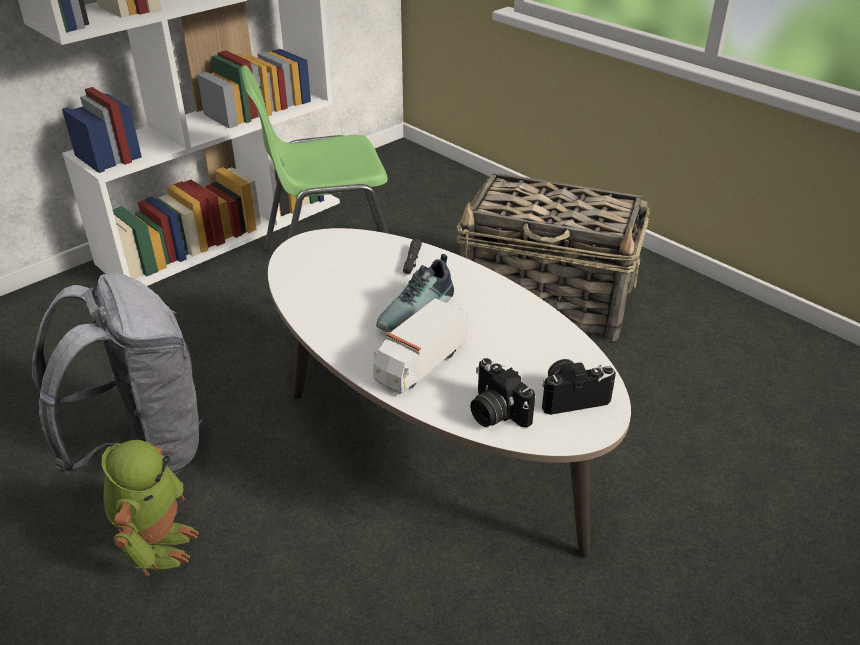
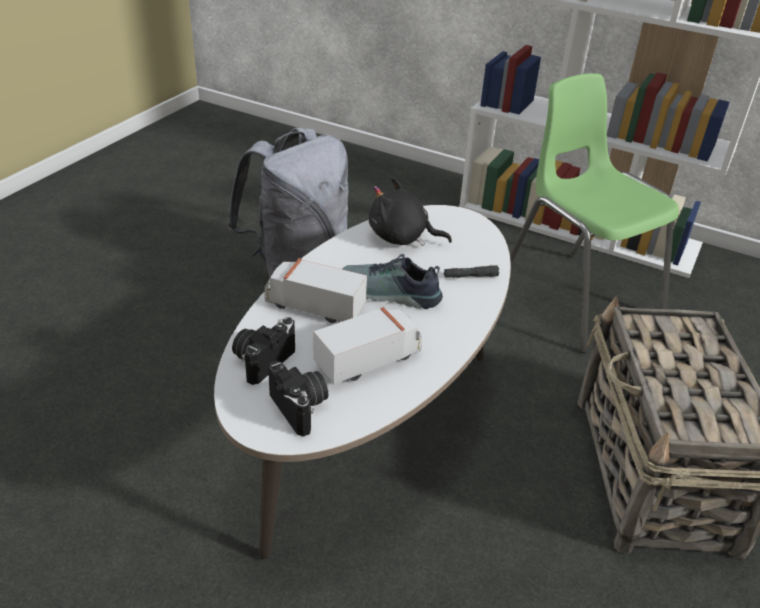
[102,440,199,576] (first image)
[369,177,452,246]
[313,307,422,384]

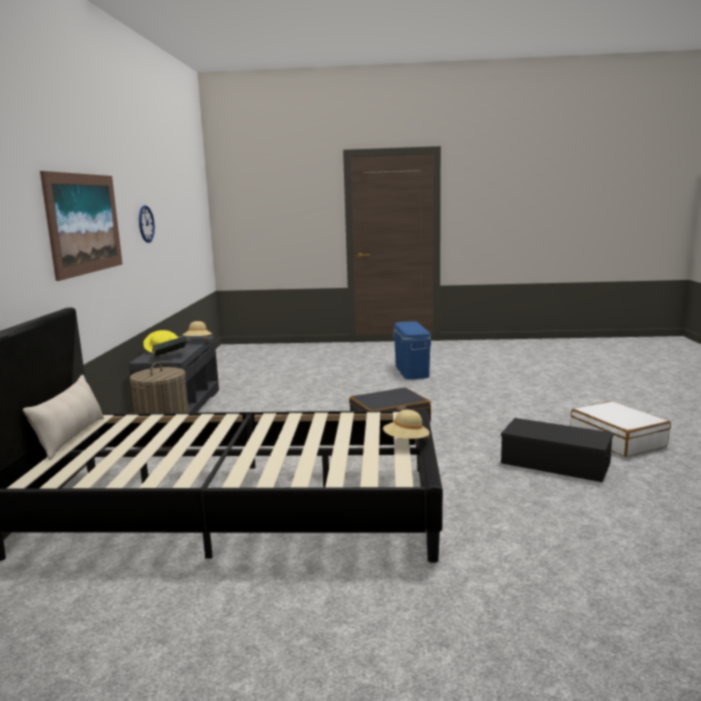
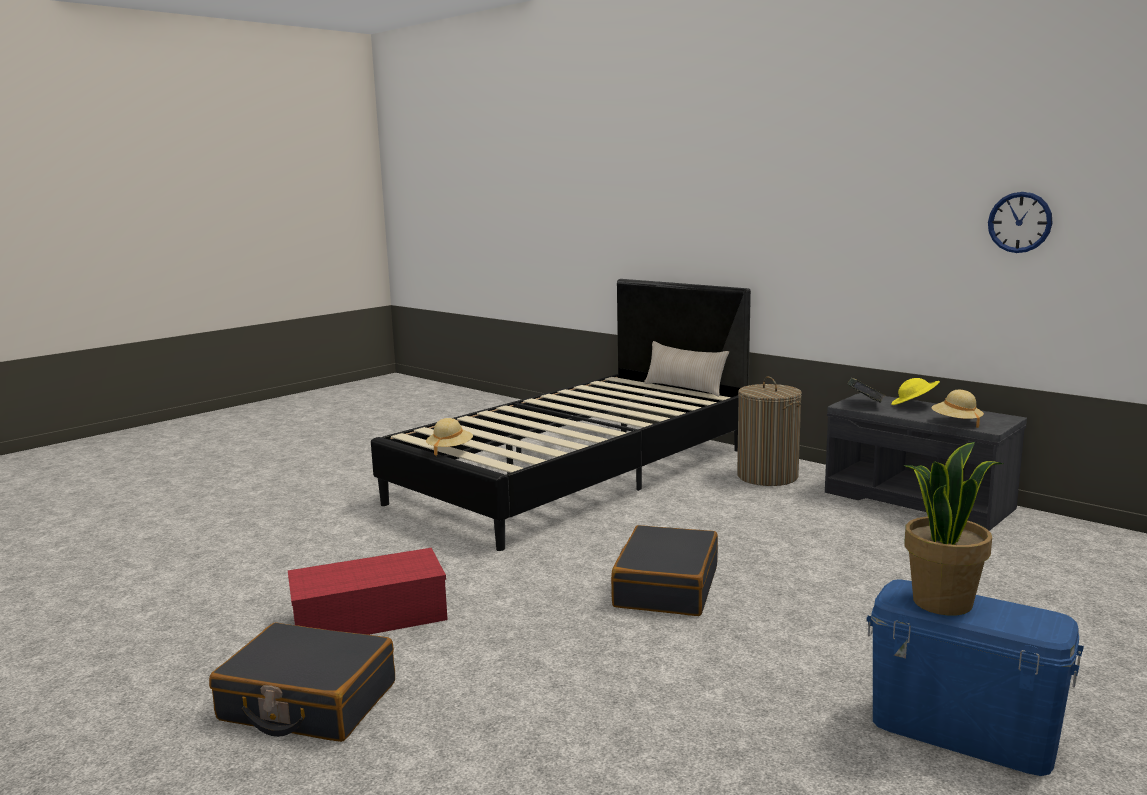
[40,171,122,281] (first image)
[209,622,395,742]
[288,548,448,635]
[904,442,1003,616]

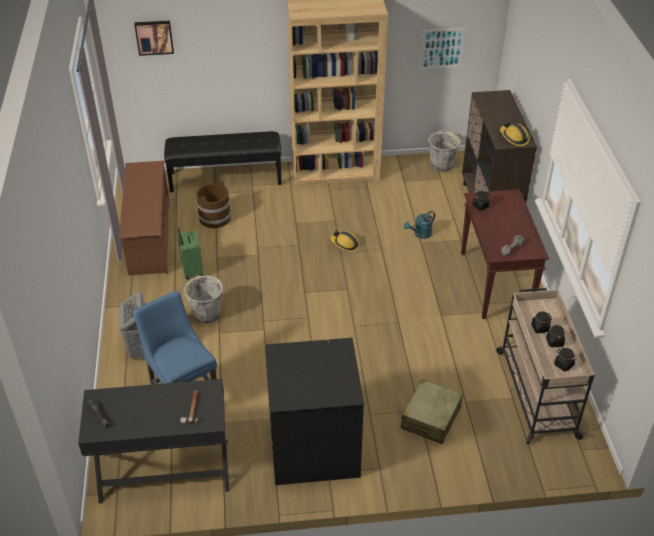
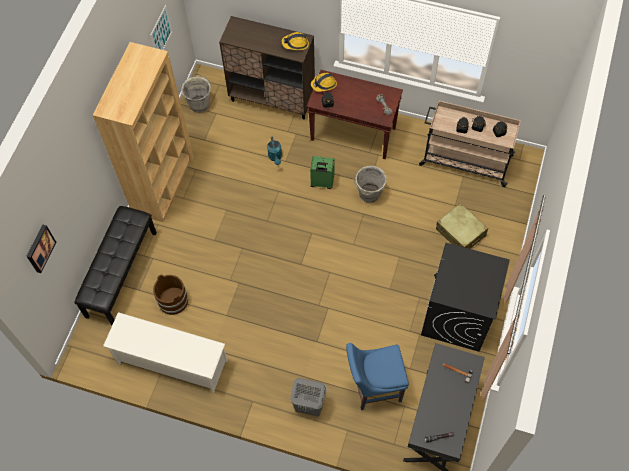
[103,312,228,393]
[310,156,335,189]
[311,73,337,92]
[353,166,386,203]

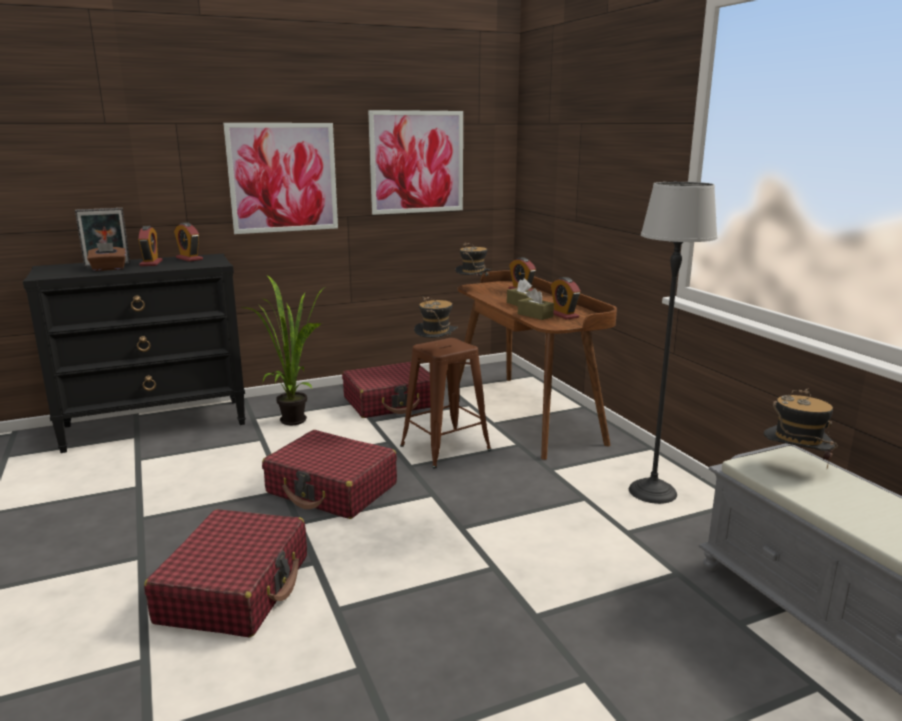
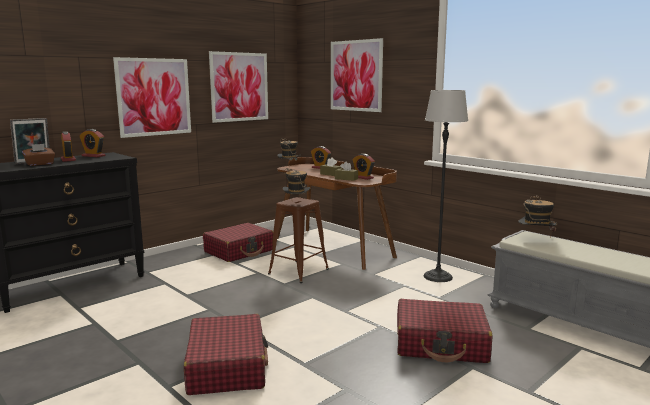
[246,276,325,425] (first image)
[397,299,493,363]
[331,38,383,112]

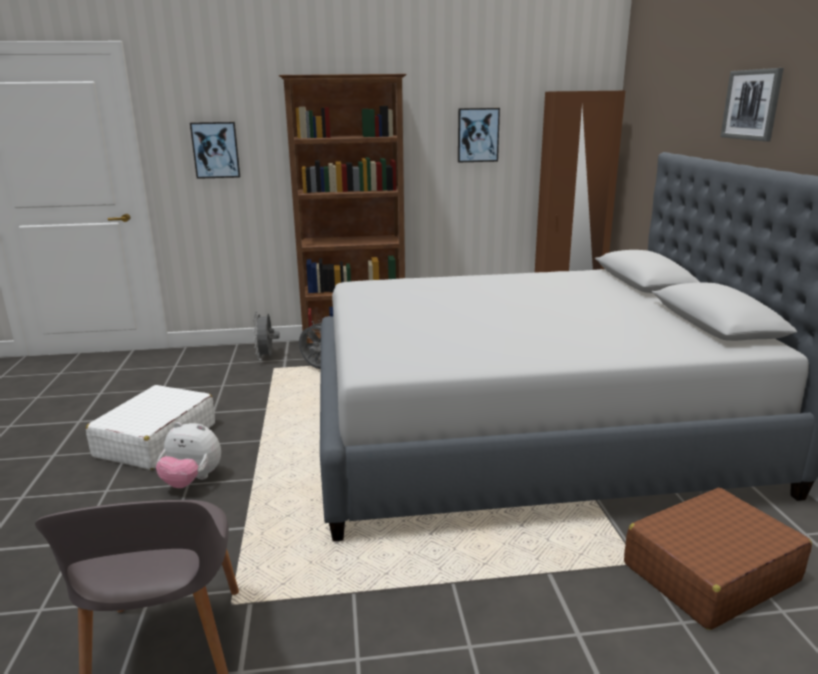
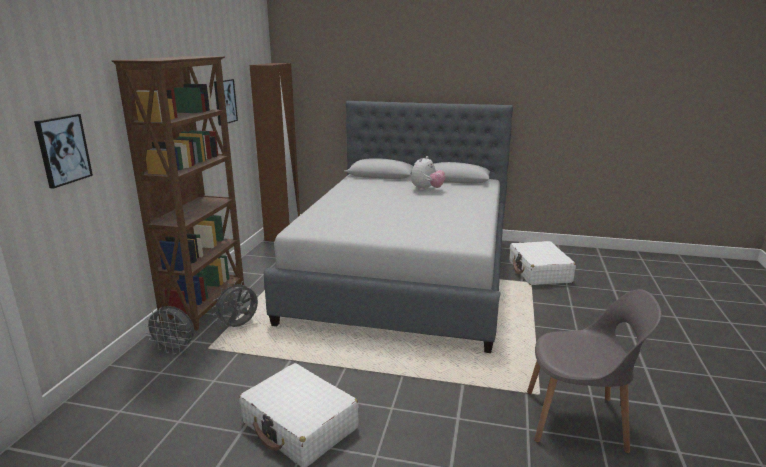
[720,68,784,141] (first image)
[411,156,446,191]
[510,241,576,285]

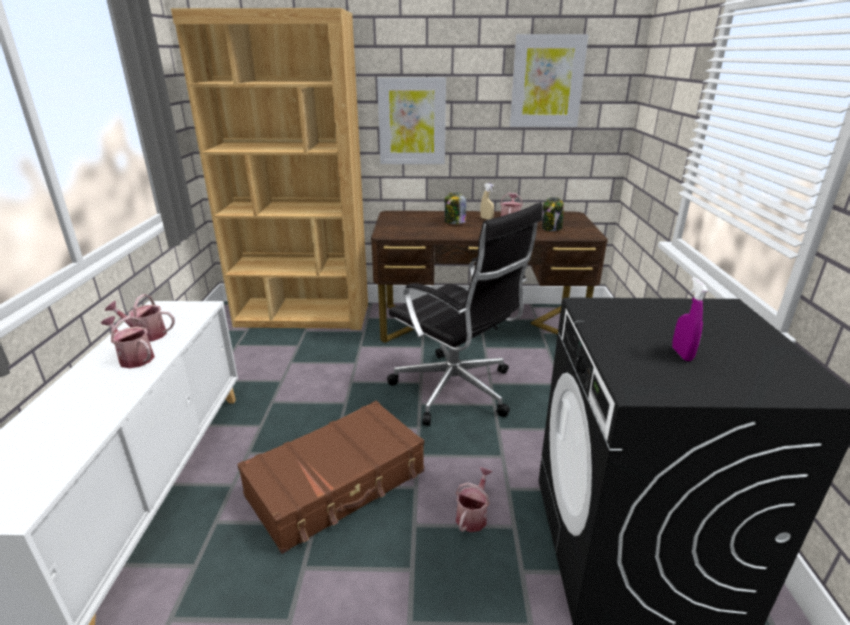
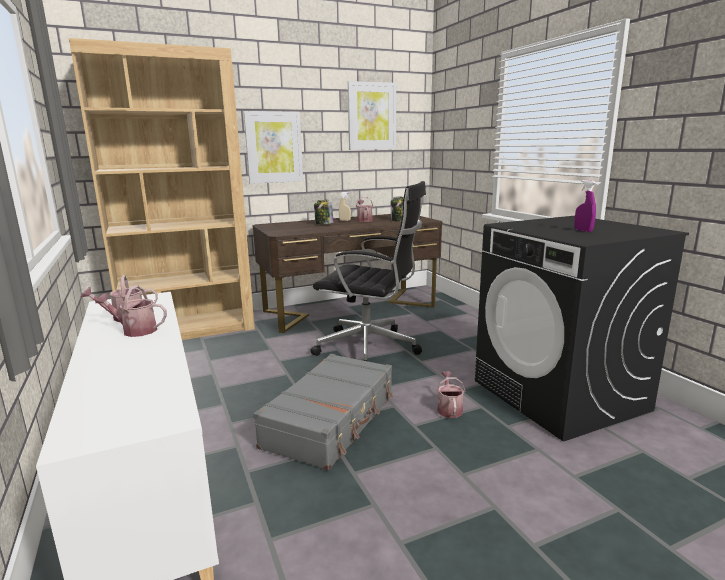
[254,354,393,470]

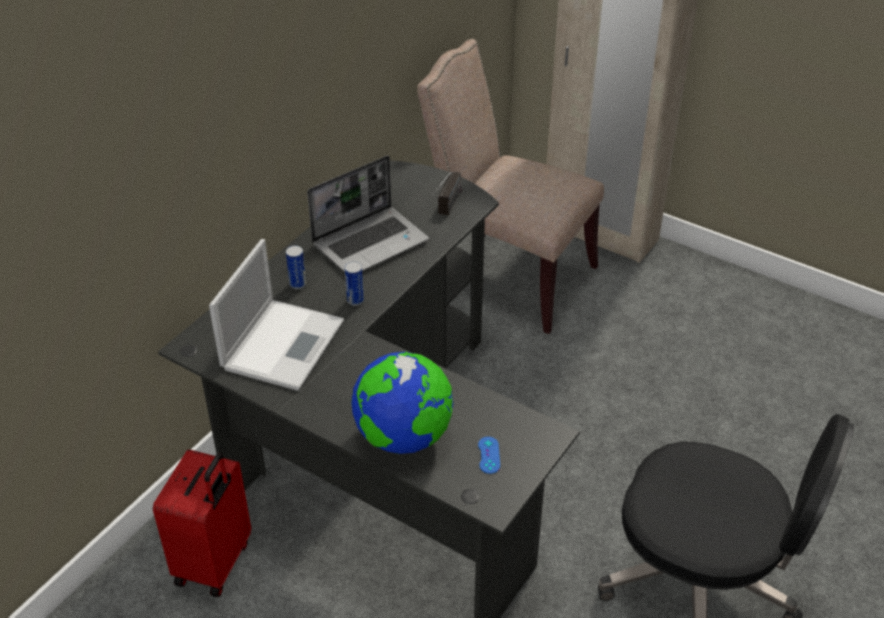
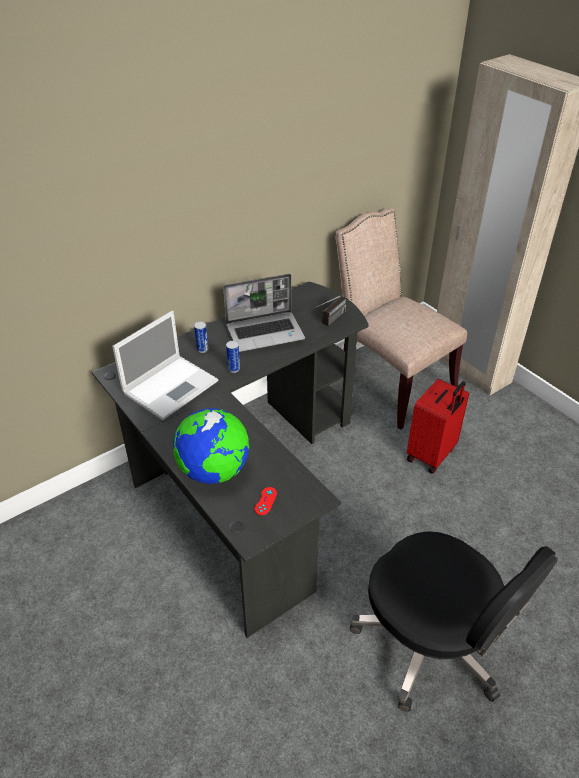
[254,487,277,515]
[407,379,469,474]

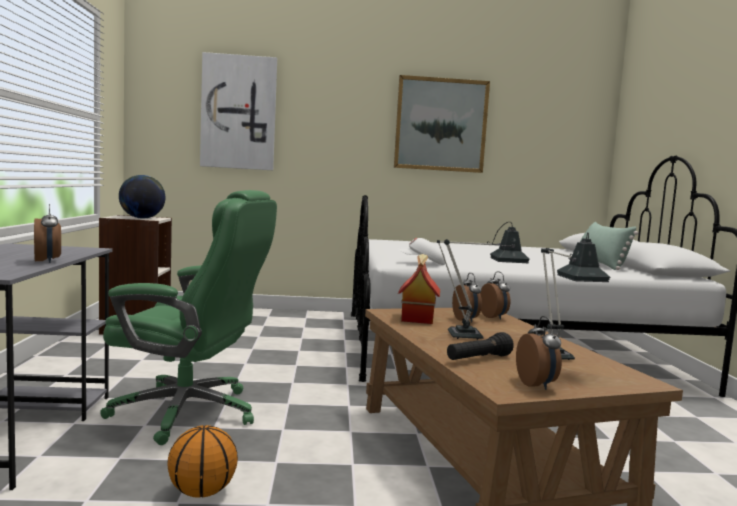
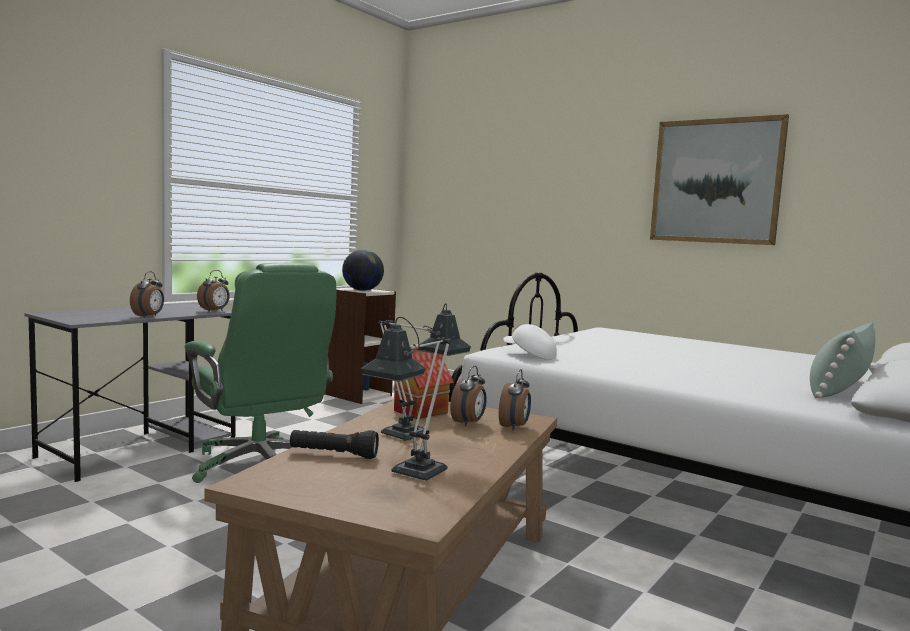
[200,52,277,170] (first image)
[197,270,230,311]
[167,425,238,498] (first image)

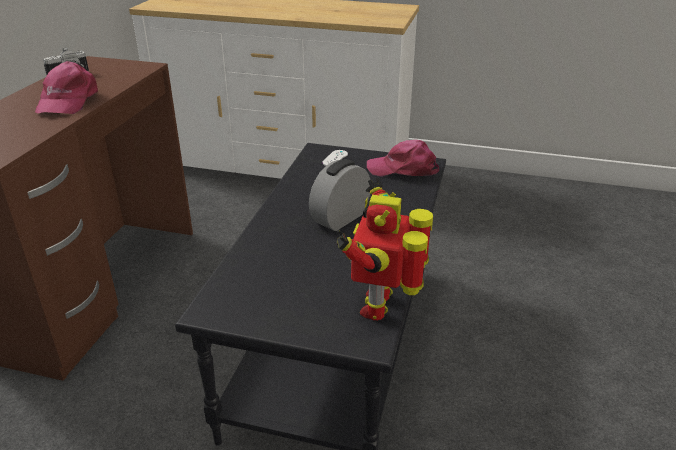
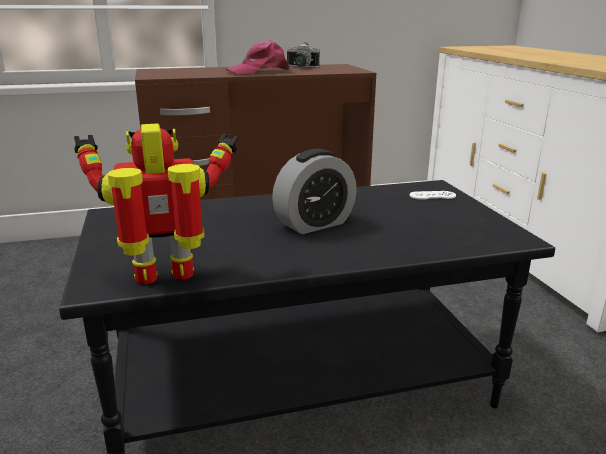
[367,140,439,177] (first image)
[272,149,357,234]

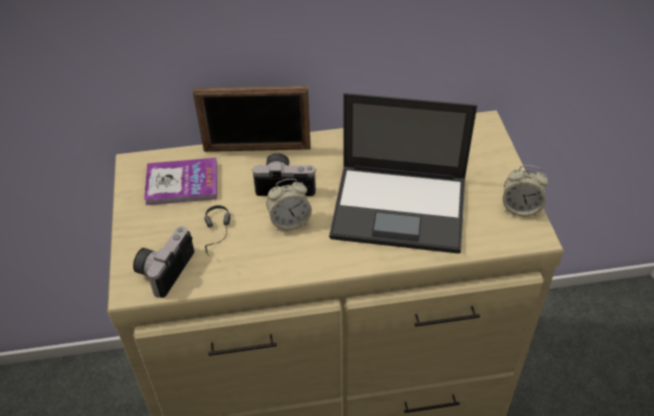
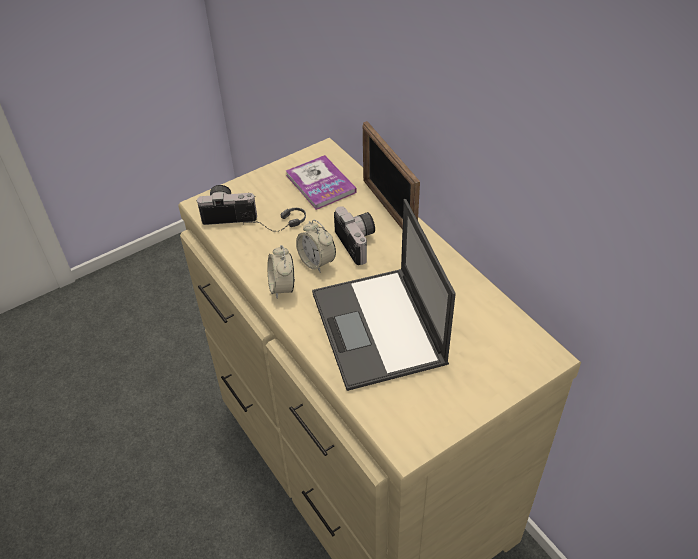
[268,245,295,299]

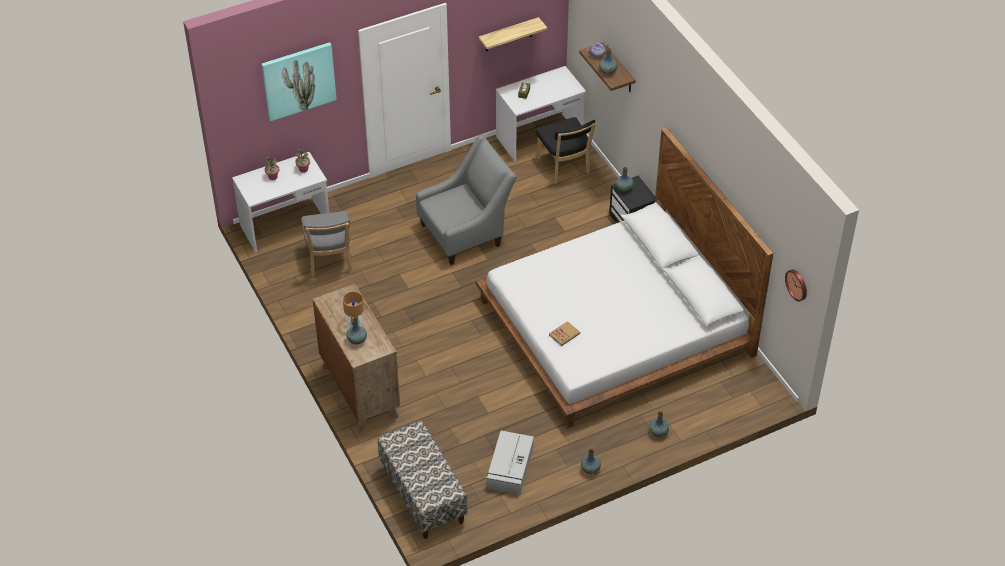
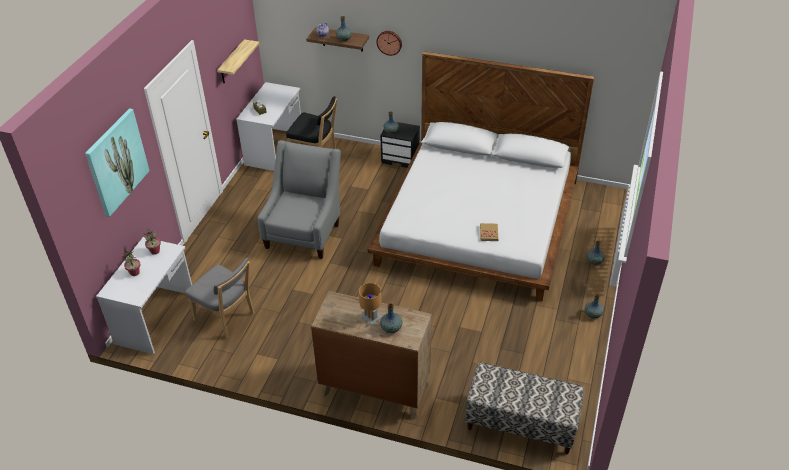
[376,31,402,56]
[487,431,534,495] (first image)

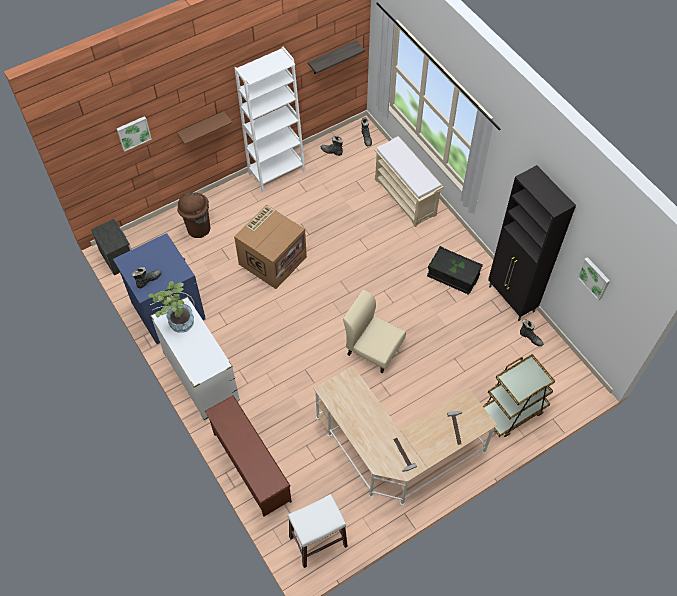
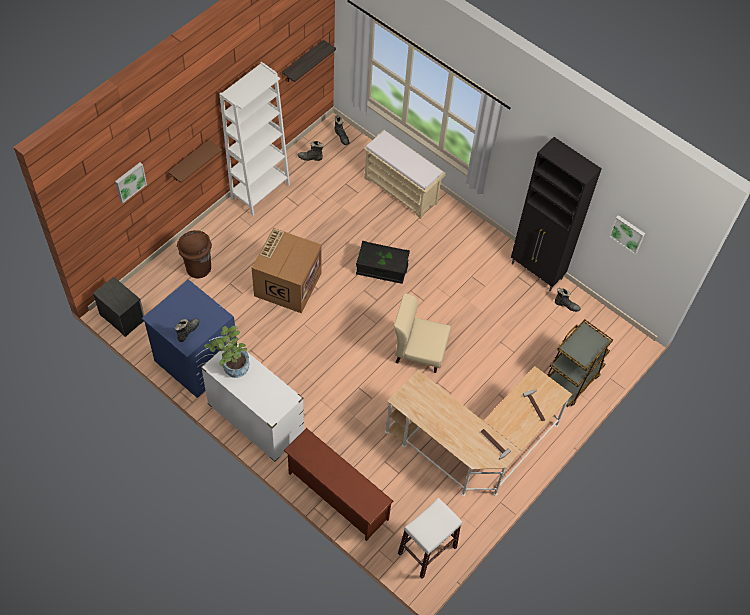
[356,241,410,284]

